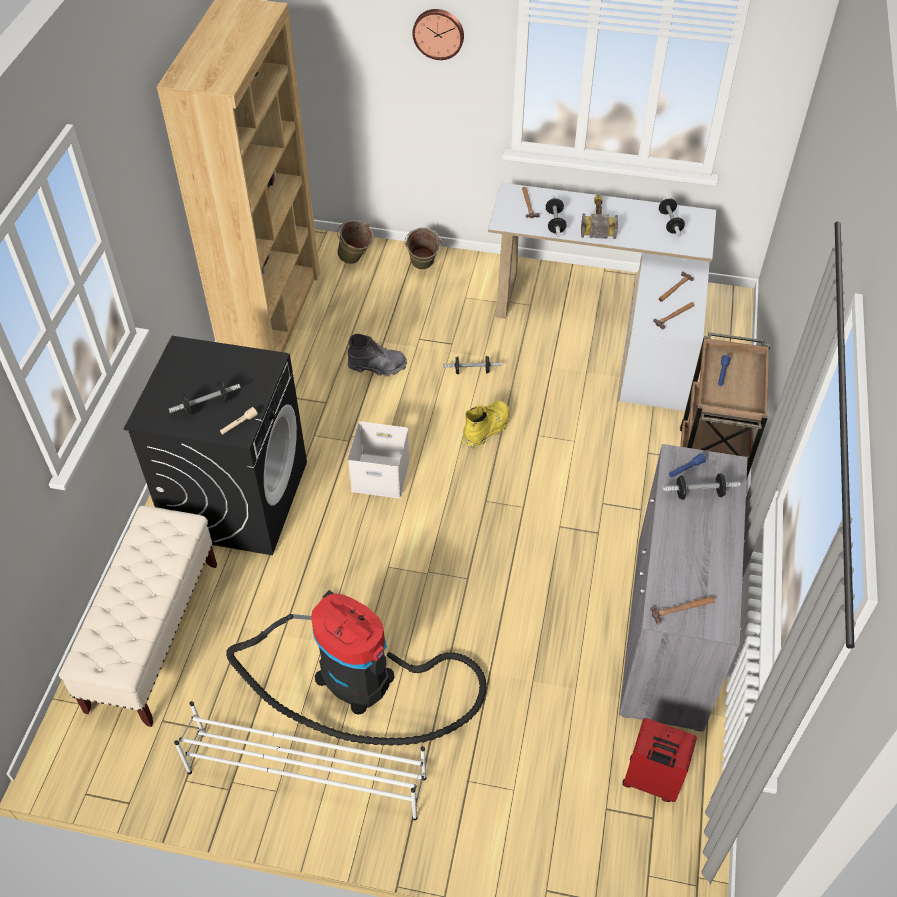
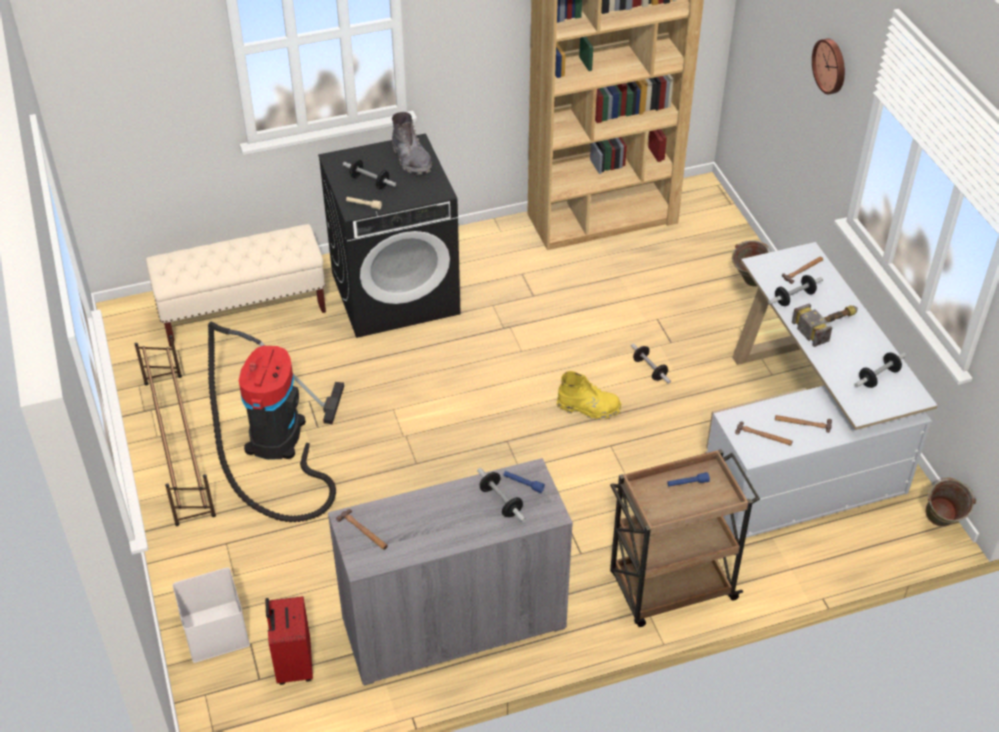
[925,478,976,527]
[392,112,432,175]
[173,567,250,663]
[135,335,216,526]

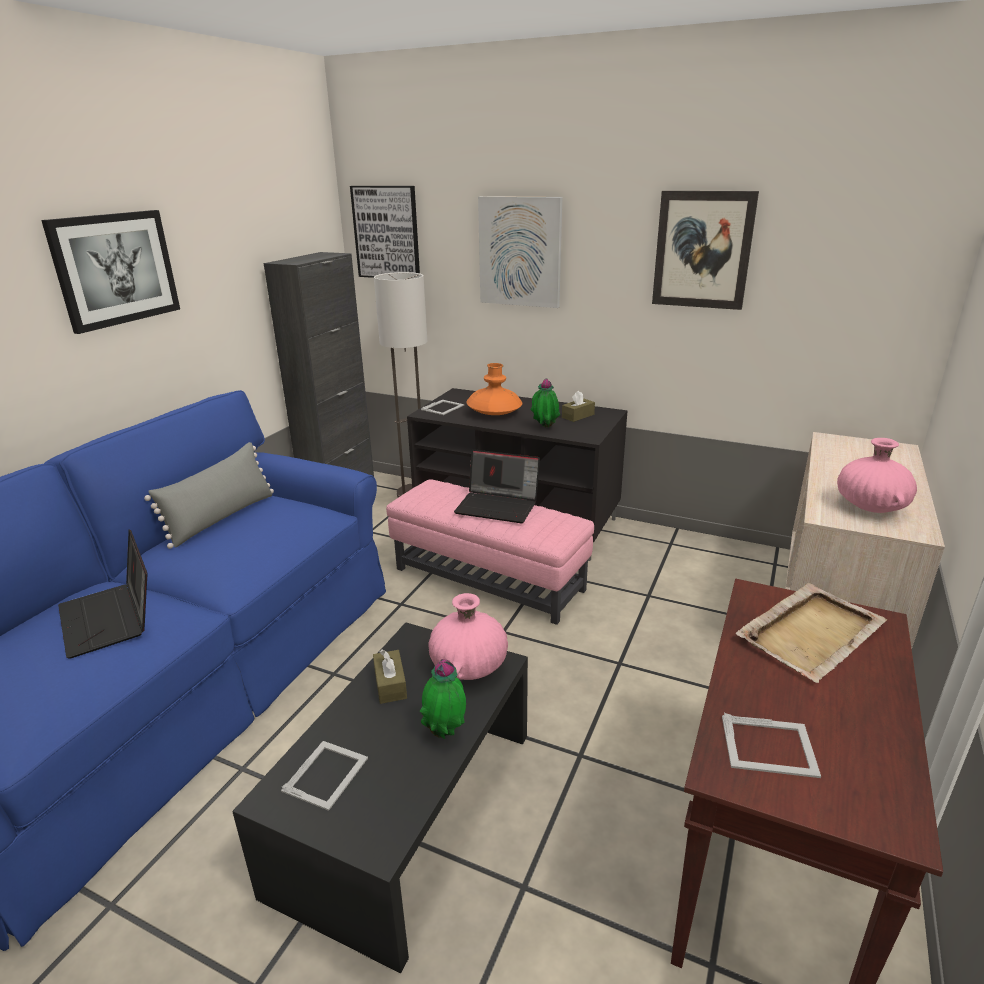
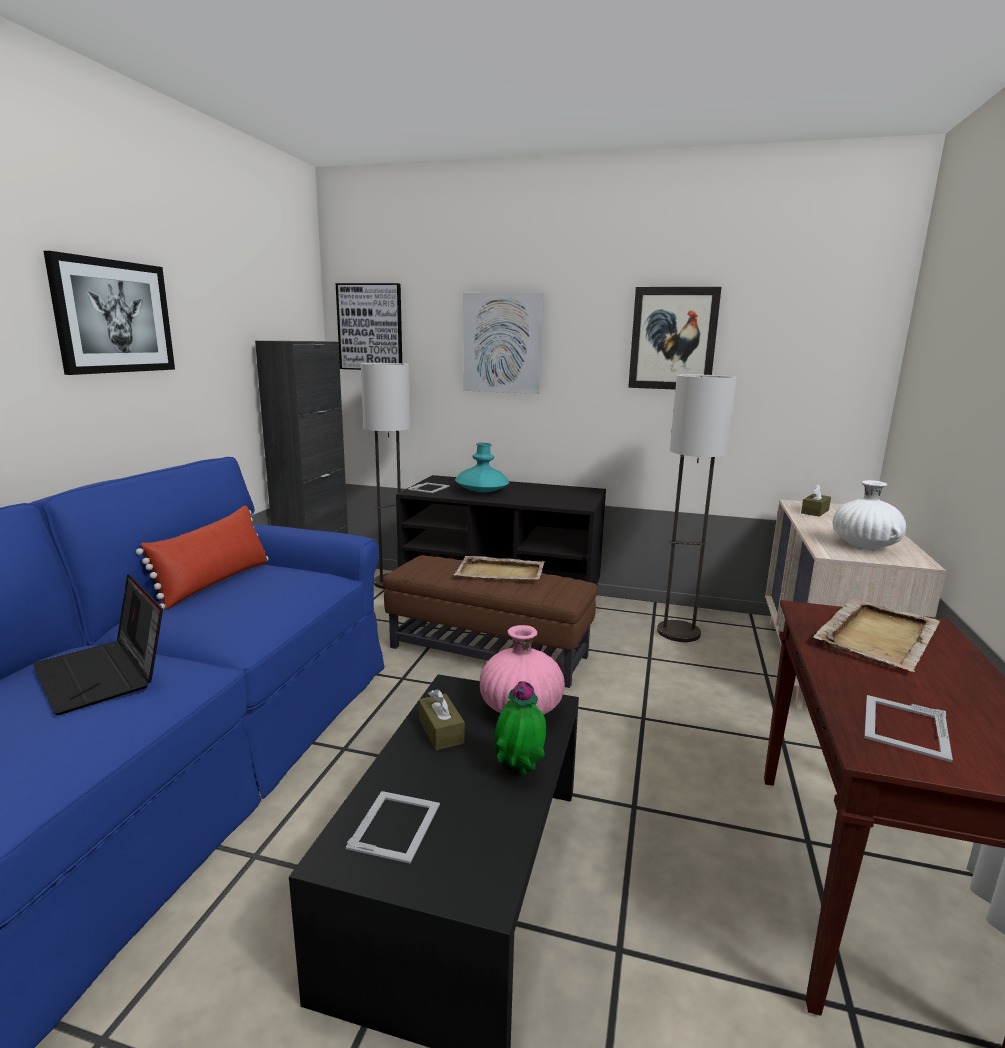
[455,443,509,492]
[531,378,560,428] (first image)
[801,484,831,517]
[833,480,906,549]
[136,505,269,609]
[454,556,545,580]
[383,555,597,688]
[864,695,953,762]
[657,374,737,642]

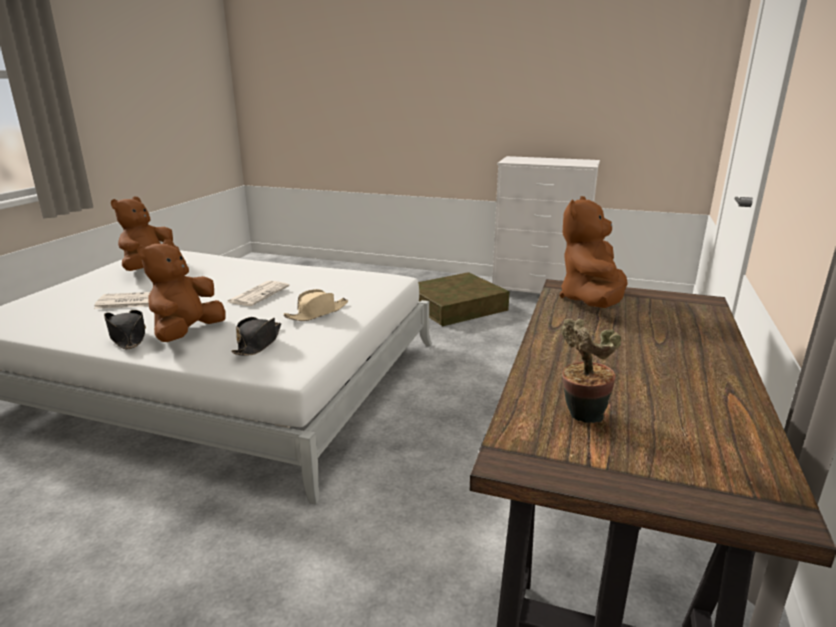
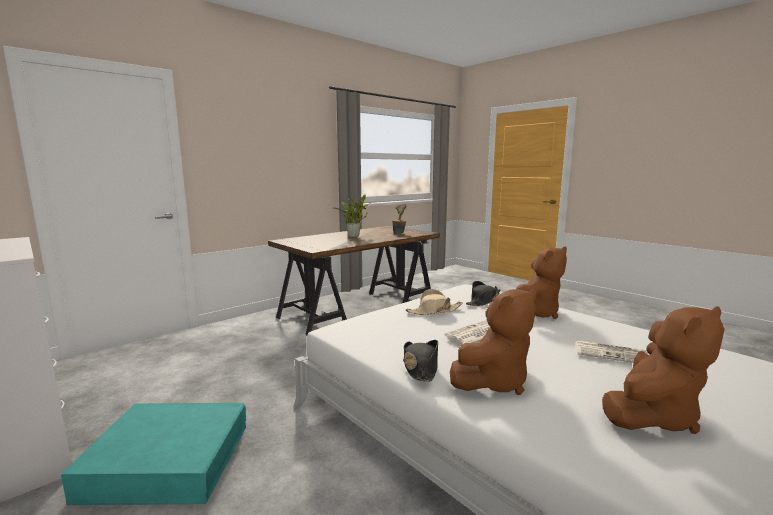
[450,288,538,395]
[61,403,246,505]
[403,340,438,382]
[334,195,374,238]

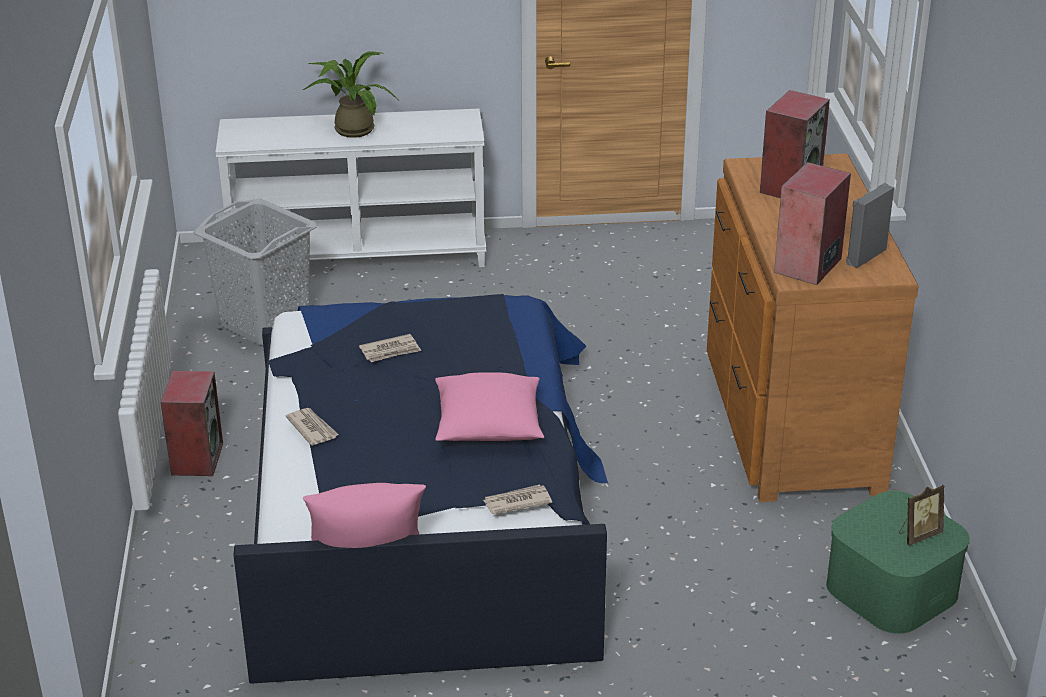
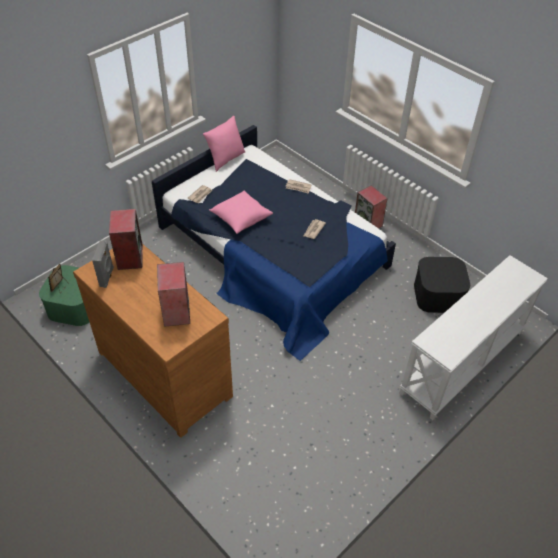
[303,52,398,138] (first image)
[414,257,470,313]

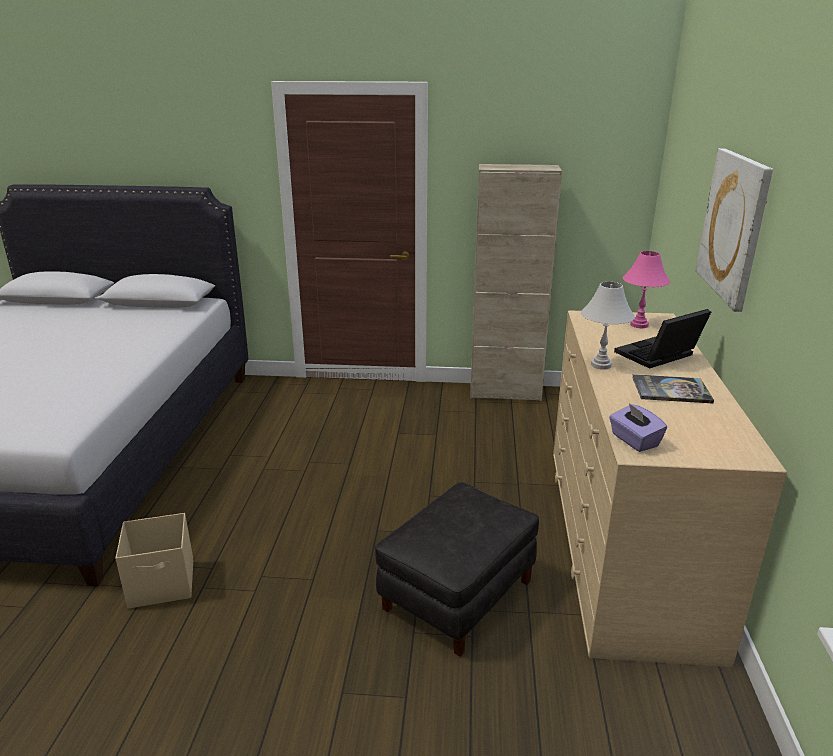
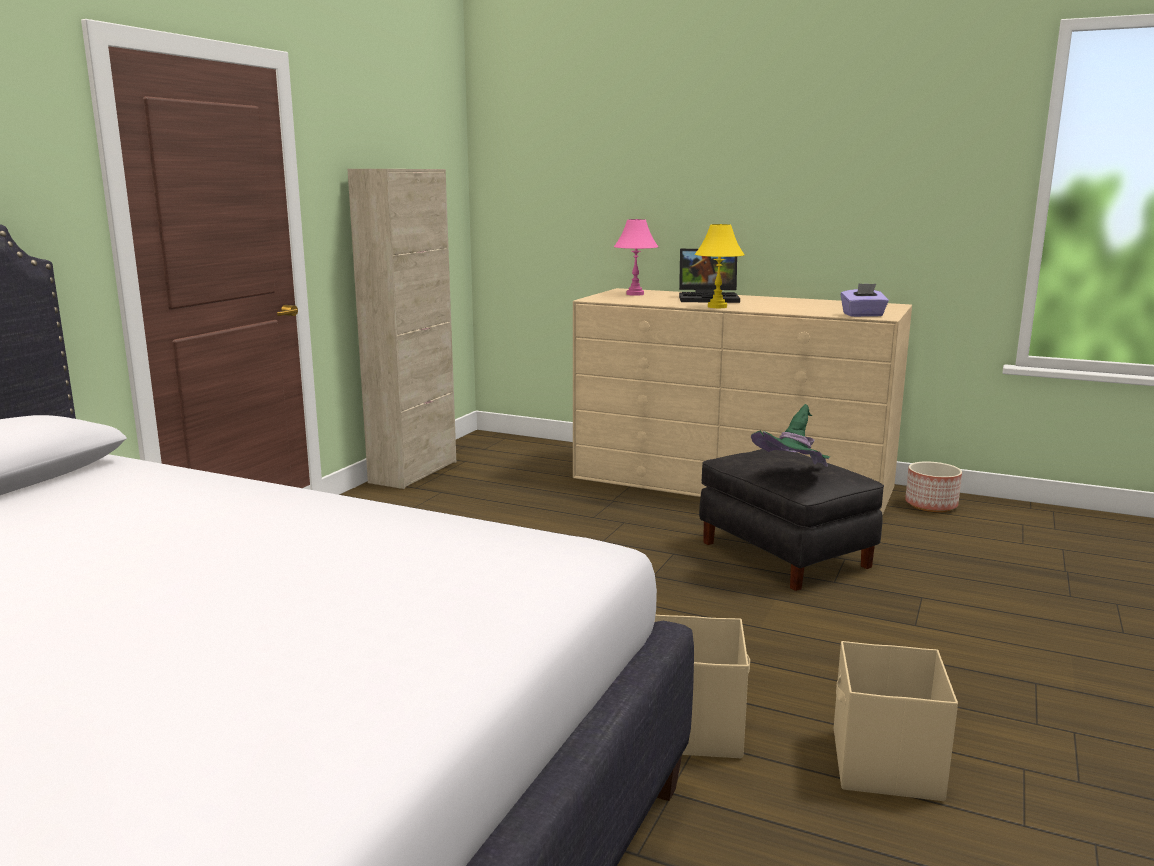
[696,148,773,312] (first image)
[695,224,744,308]
[679,249,740,303]
[632,374,714,403] (first image)
[751,404,830,467]
[905,462,962,512]
[834,641,958,801]

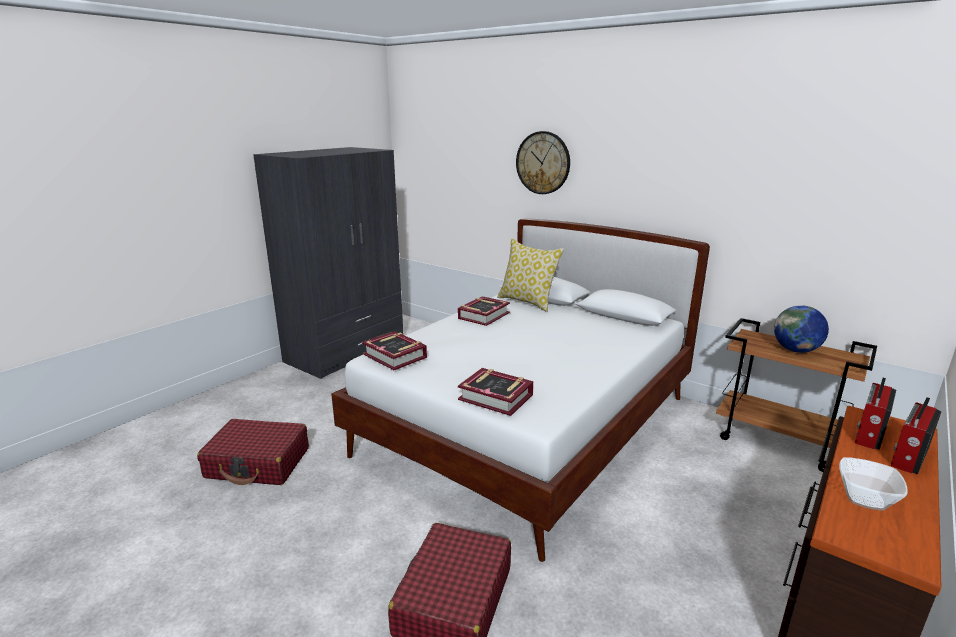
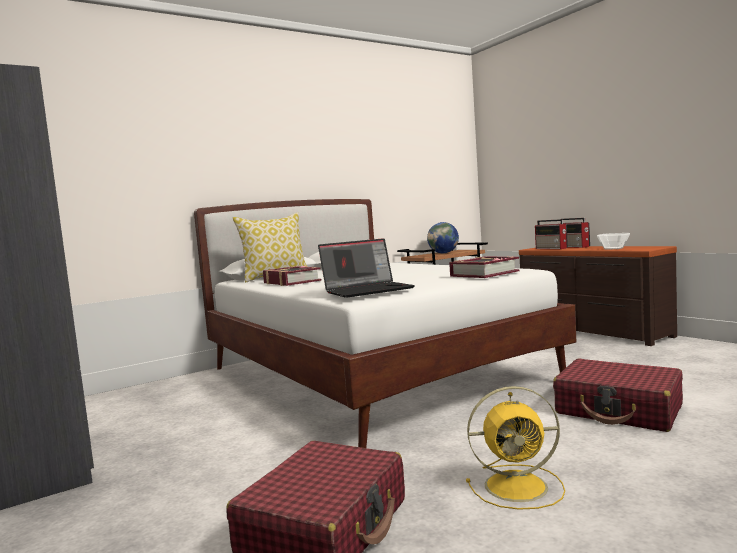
[516,131,570,194] (first image)
[318,238,415,298]
[466,386,565,510]

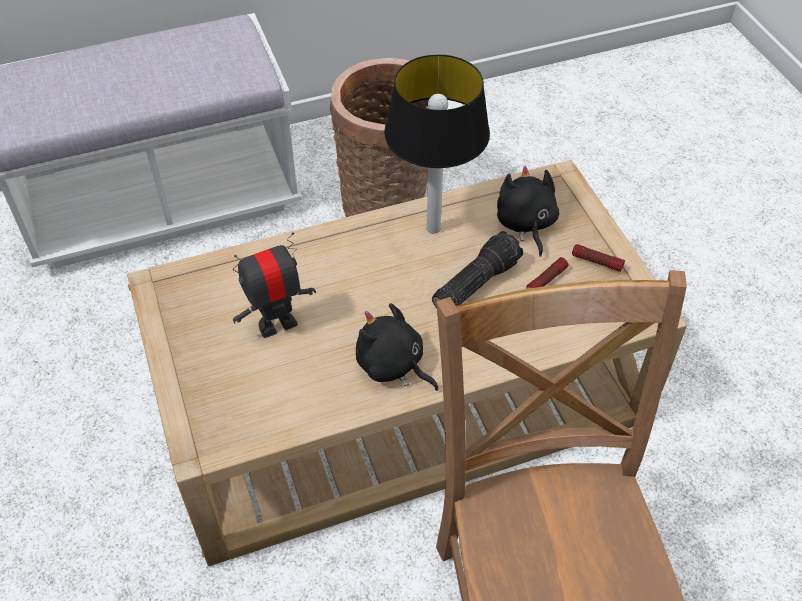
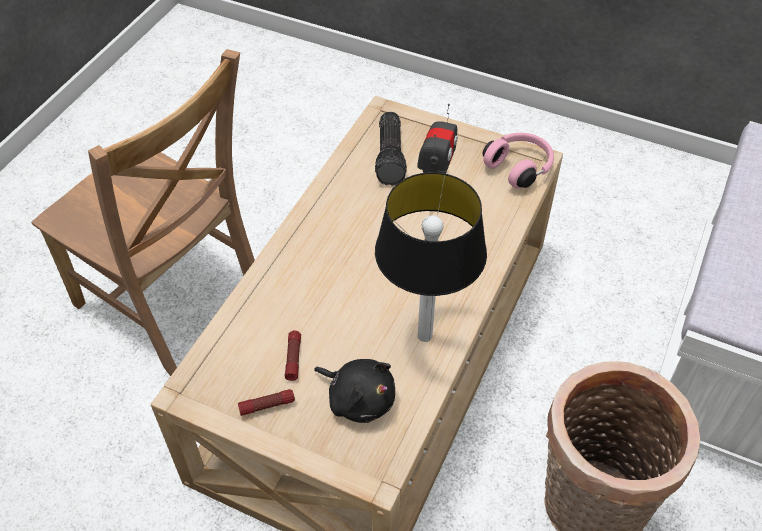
[375,112,407,186]
[356,303,438,391] (first image)
[483,133,554,188]

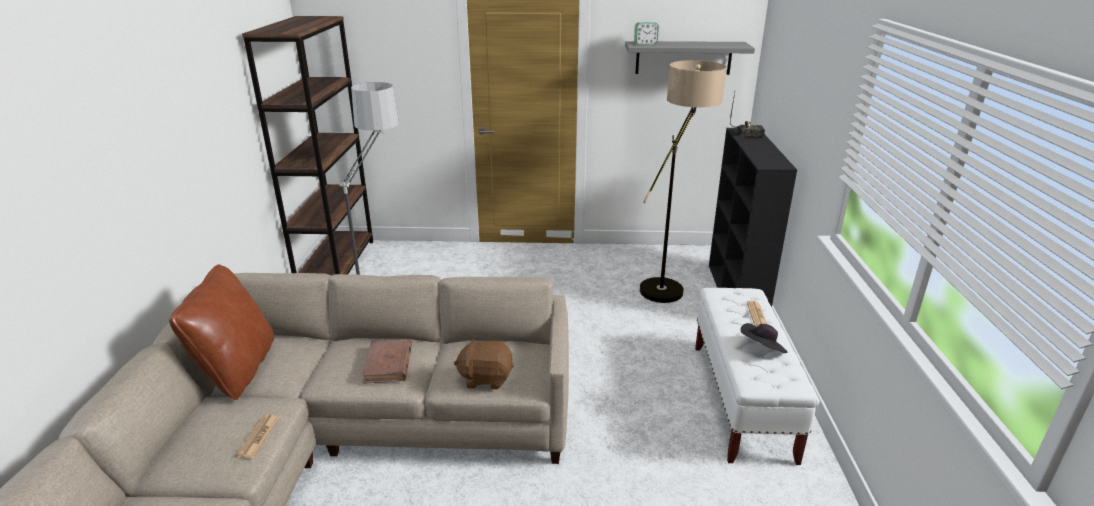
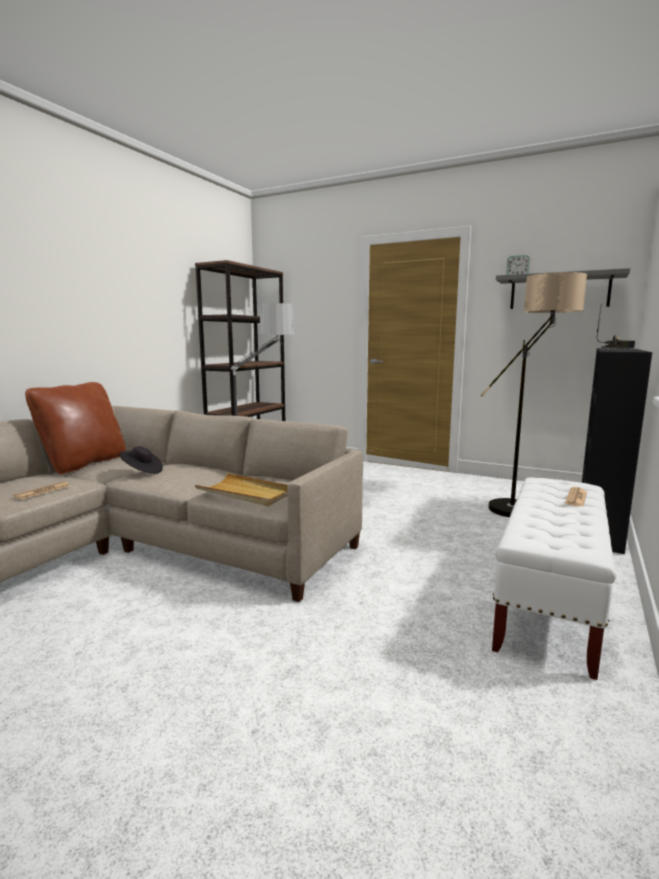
[120,446,163,474]
[195,473,288,506]
[362,339,412,383] (first image)

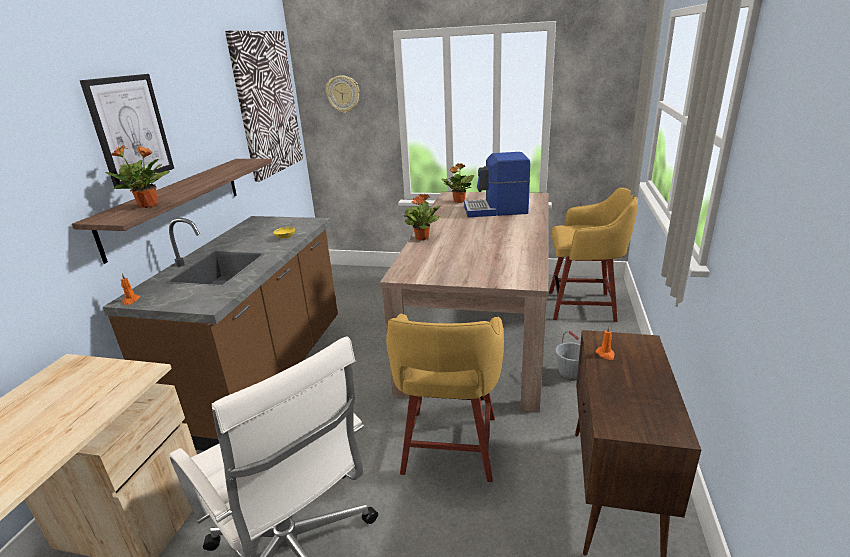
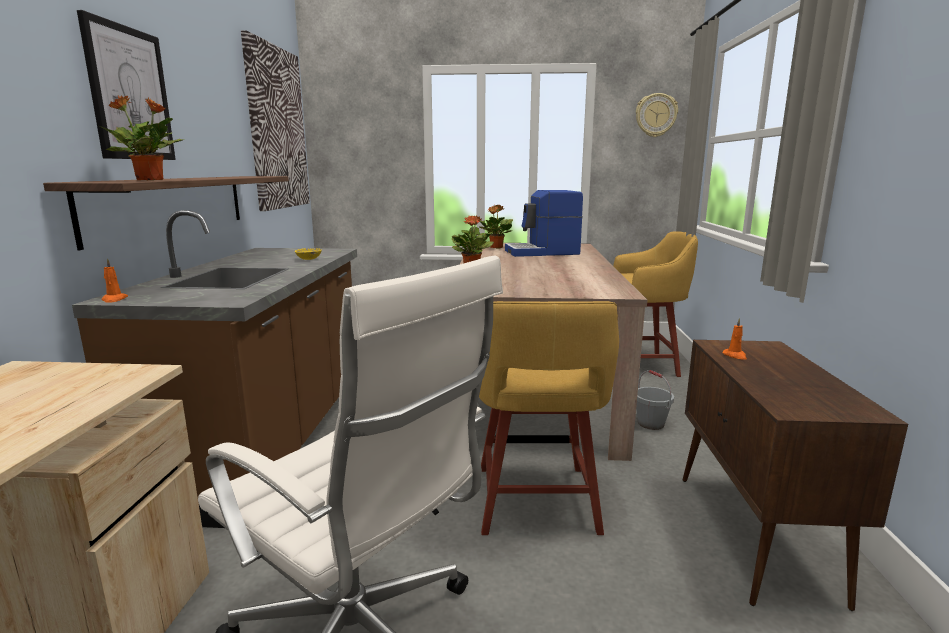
[636,93,678,137]

